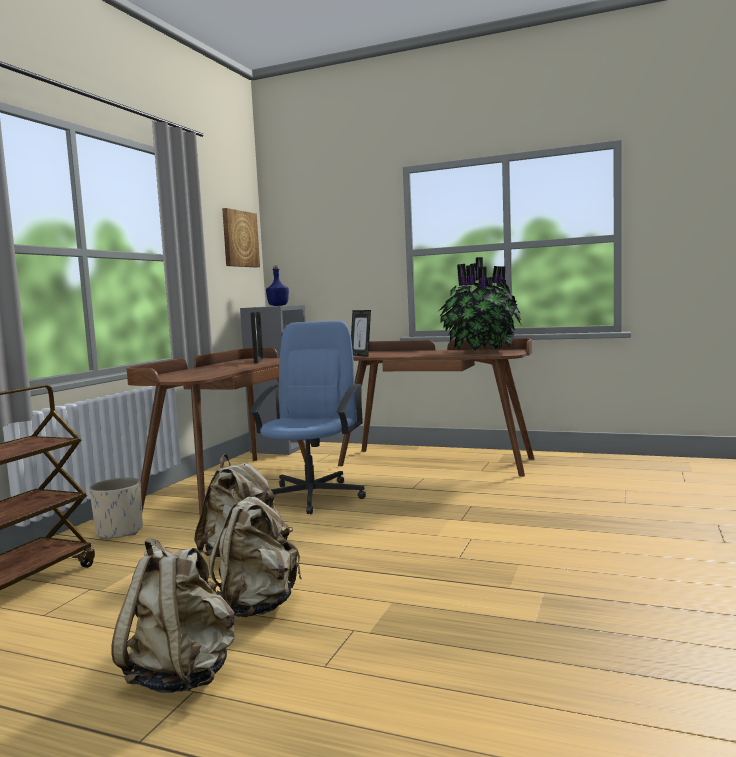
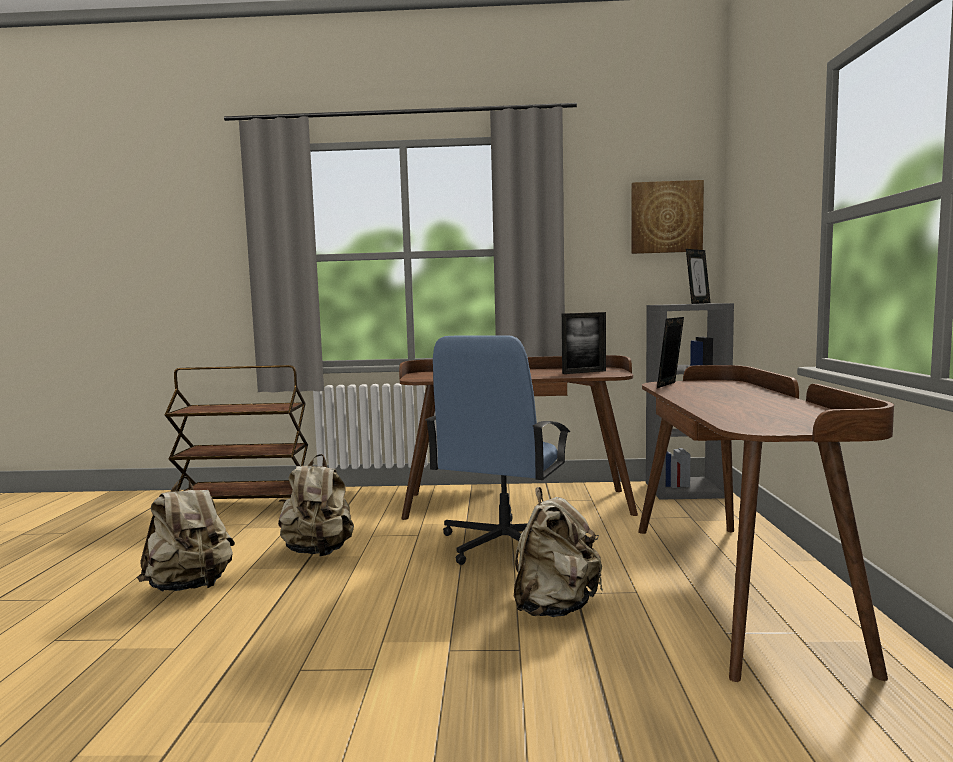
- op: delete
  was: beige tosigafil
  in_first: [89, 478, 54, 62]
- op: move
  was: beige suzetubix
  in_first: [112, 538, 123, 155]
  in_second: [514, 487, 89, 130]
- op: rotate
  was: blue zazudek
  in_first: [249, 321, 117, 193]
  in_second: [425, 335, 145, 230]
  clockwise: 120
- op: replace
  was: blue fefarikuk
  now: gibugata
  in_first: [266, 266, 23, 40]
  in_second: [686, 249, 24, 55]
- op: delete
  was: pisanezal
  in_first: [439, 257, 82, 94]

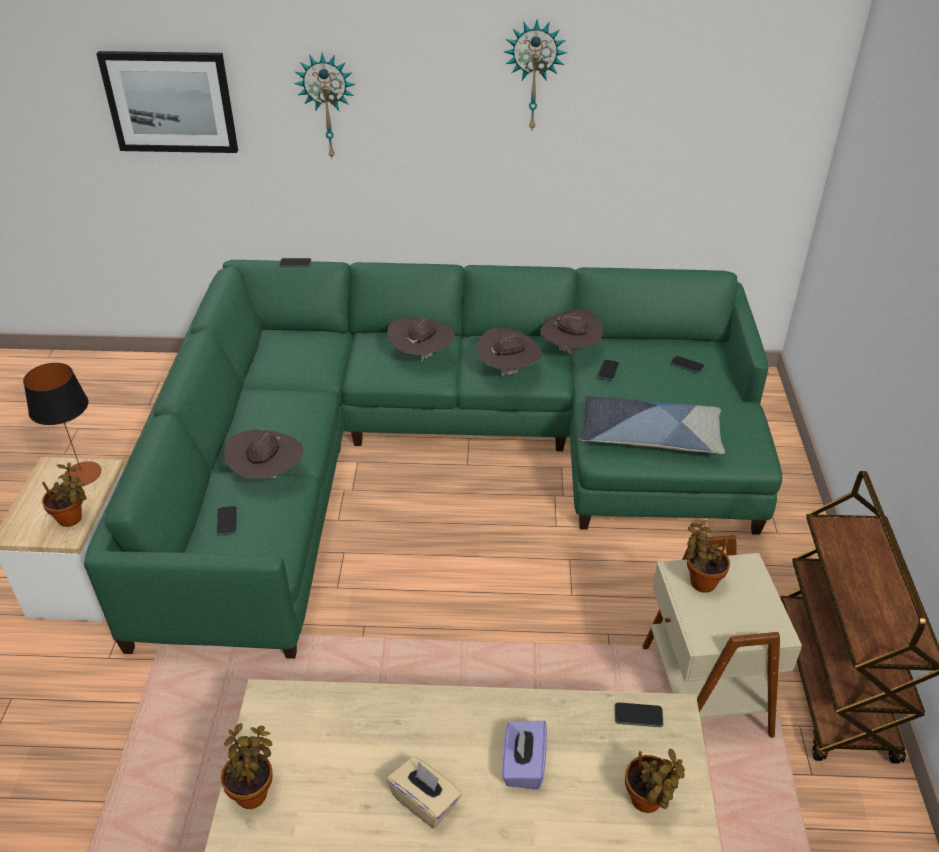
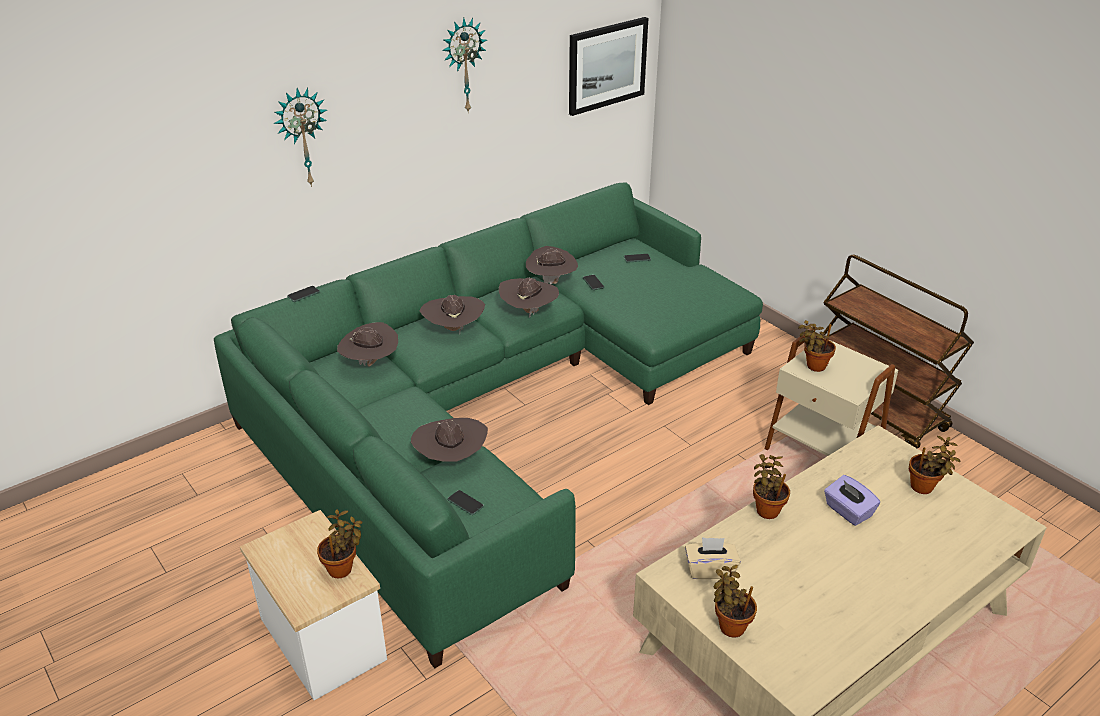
- op: delete
  was: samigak
  in_first: [23, 363, 79, 122]
- op: move
  was: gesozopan
  in_first: [96, 51, 142, 102]
  in_second: [569, 17, 79, 99]
- op: move
  was: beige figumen
  in_first: [387, 756, 75, 73]
  in_second: [685, 537, 56, 42]
- op: delete
  was: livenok
  in_first: [579, 396, 146, 58]
- op: delete
  was: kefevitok
  in_first: [615, 702, 48, 25]
- op: insert
  now: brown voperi
  in_second: [337, 322, 61, 45]
- op: insert
  now: pisanezal
  in_second: [753, 454, 37, 65]

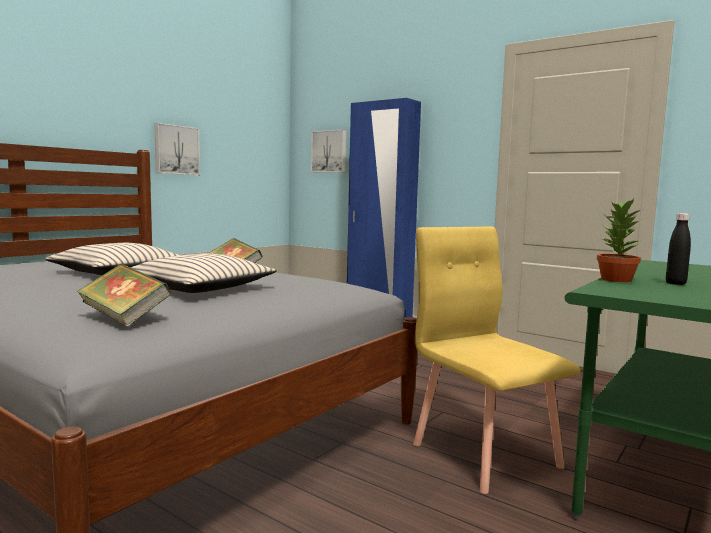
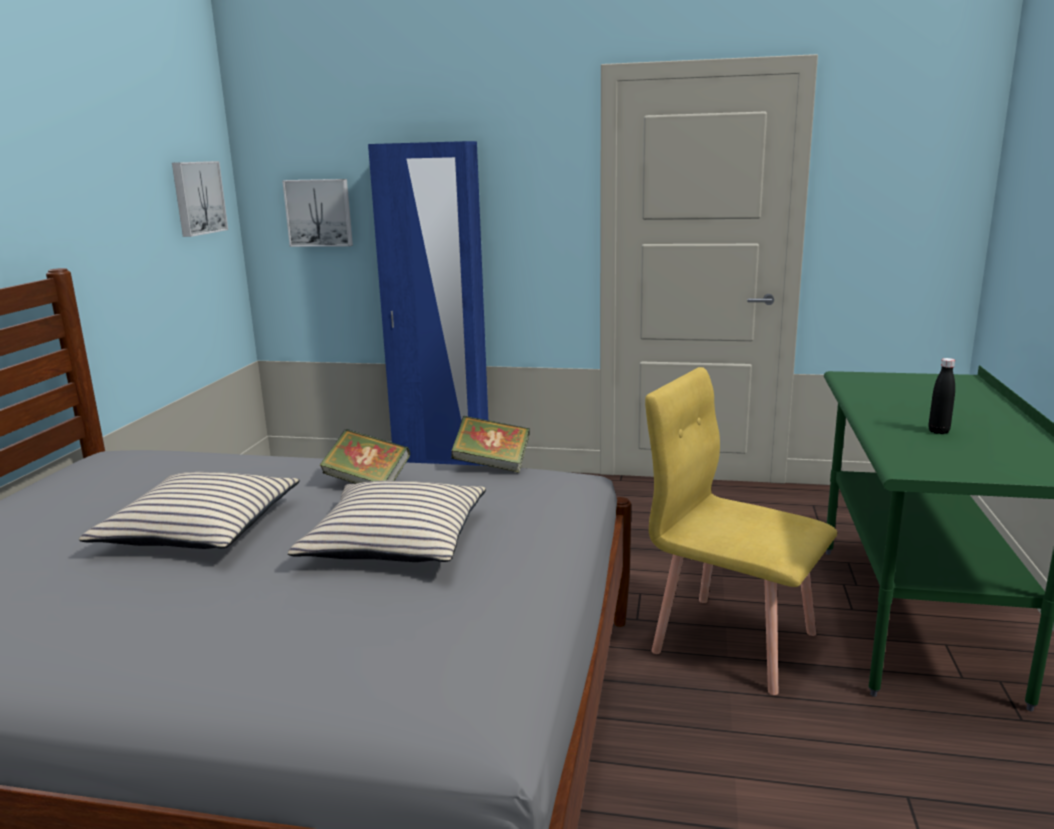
- op: move
  was: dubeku
  in_first: [77, 264, 94, 63]
  in_second: [451, 416, 79, 57]
- op: move
  was: gesozopan
  in_first: [154, 123, 46, 52]
  in_second: [172, 161, 56, 76]
- op: delete
  was: pisanezal
  in_first: [597, 198, 47, 84]

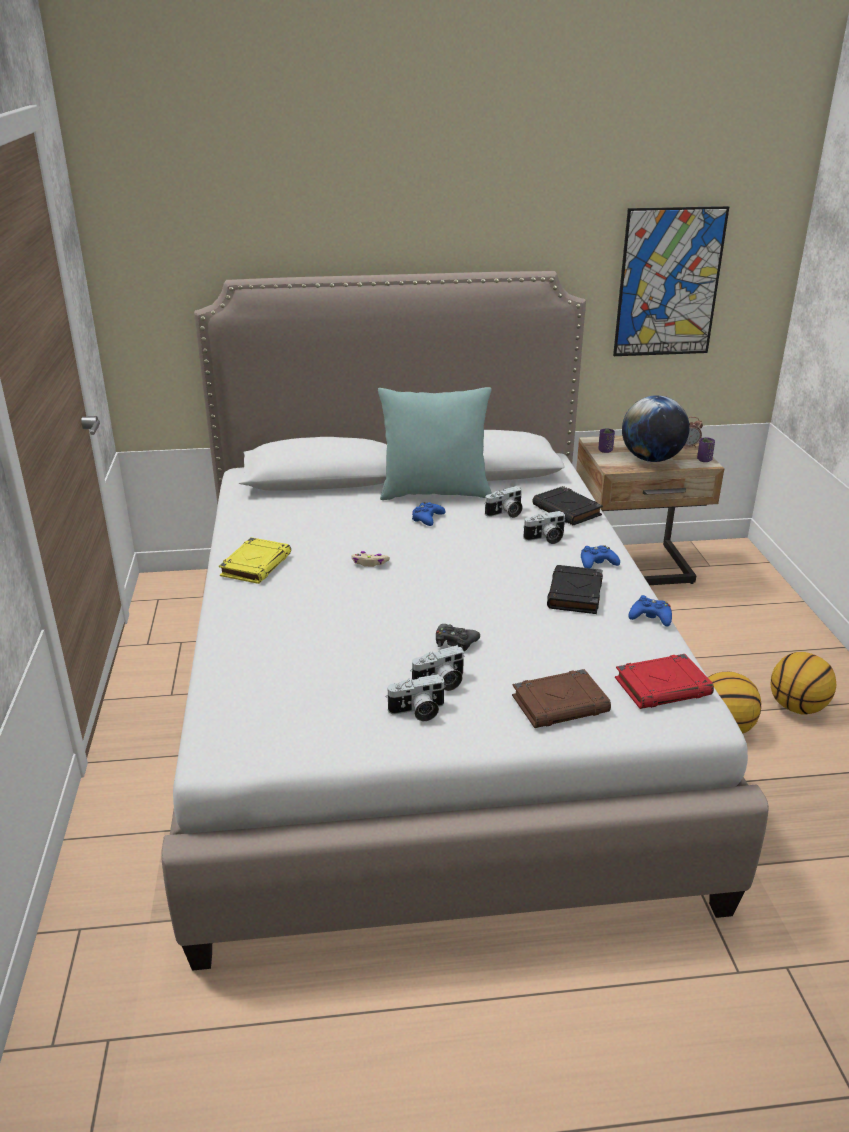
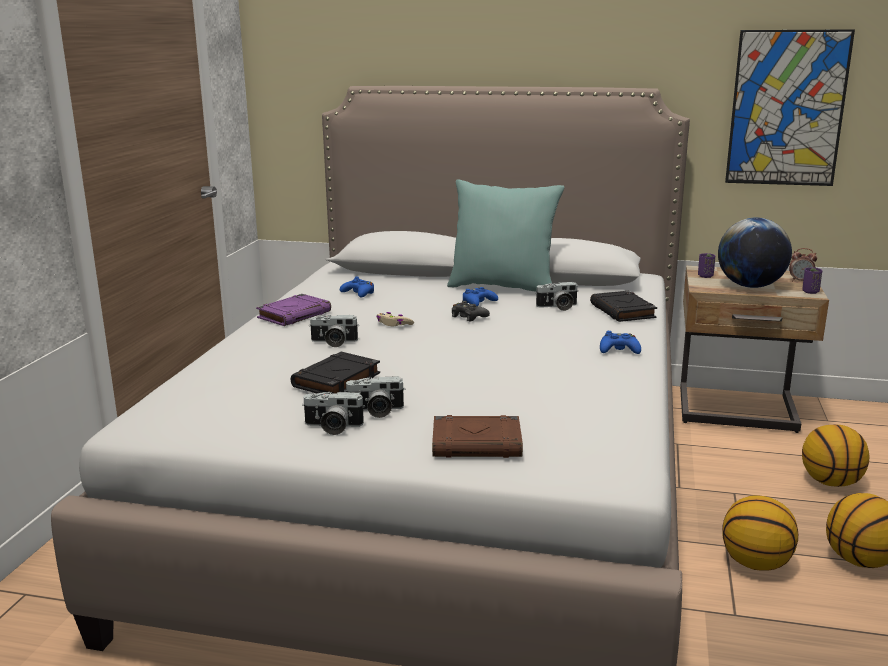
- op: recolor
  was: yellow dubeku
  now: purple dubeku
  in_first: [219, 537, 72, 47]
  in_second: [256, 294, 75, 32]
- op: move
  was: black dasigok
  in_first: [436, 624, 44, 27]
  in_second: [452, 301, 38, 21]
- op: move
  was: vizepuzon
  in_first: [523, 511, 42, 33]
  in_second: [310, 315, 49, 32]
- op: move
  was: black dubeku
  in_first: [547, 565, 56, 49]
  in_second: [291, 352, 89, 42]
- op: delete
  was: red dubeku
  in_first: [615, 654, 99, 55]
- op: move
  was: blue dasigok
  in_first: [629, 595, 43, 32]
  in_second: [340, 277, 34, 21]
- op: insert
  now: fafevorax
  in_second: [802, 425, 68, 62]

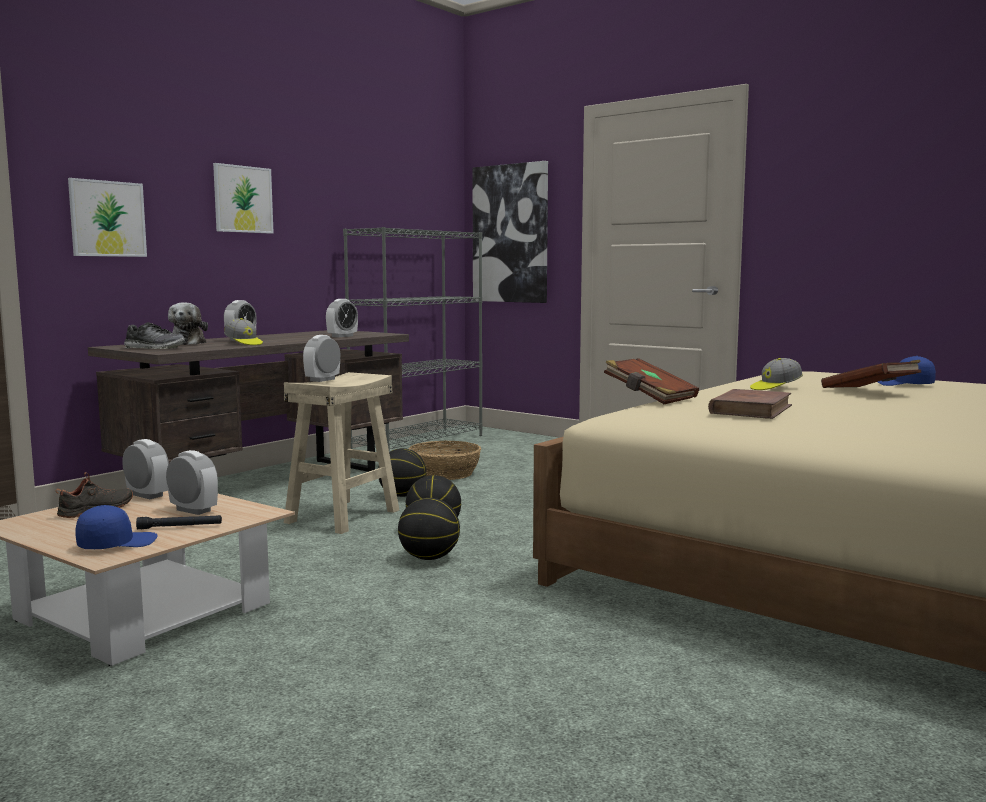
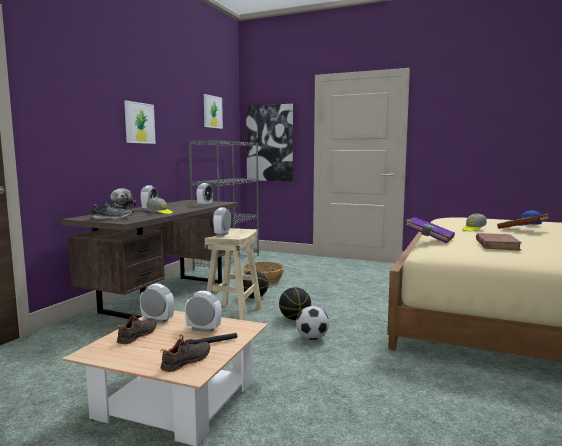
- op: move
  was: gesozopan
  in_first: [68, 178, 79, 79]
  in_second: [204, 94, 19, 35]
- op: replace
  was: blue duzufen
  now: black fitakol
  in_first: [75, 505, 83, 44]
  in_second: [161, 334, 49, 38]
- op: replace
  was: fafevorax
  now: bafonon
  in_first: [398, 498, 62, 62]
  in_second: [296, 306, 33, 34]
- op: recolor
  was: brown dubeku
  now: purple dubeku
  in_first: [604, 358, 95, 46]
  in_second: [405, 217, 50, 26]

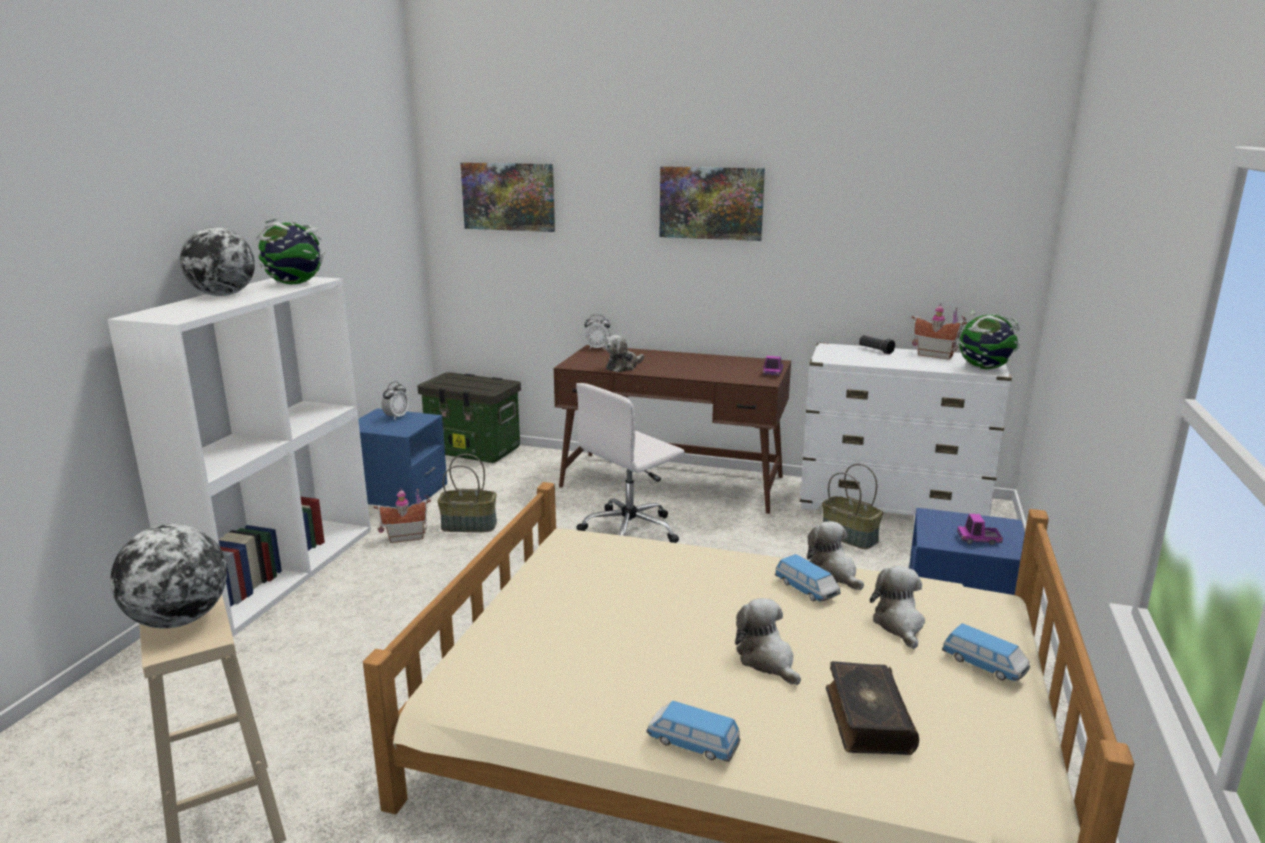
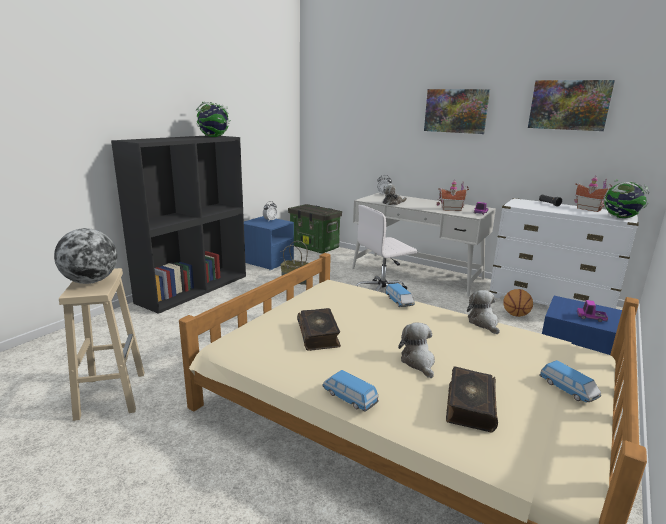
- op: recolor
  was: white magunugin
  now: black magunugin
  in_first: [107, 277, 264, 359]
  in_second: [111, 136, 135, 178]
- op: delete
  was: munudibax
  in_first: [180, 227, 75, 69]
- op: move
  was: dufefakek
  in_first: [374, 489, 57, 54]
  in_second: [437, 179, 32, 32]
- op: move
  was: gesozopan
  in_first: [460, 163, 95, 69]
  in_second: [528, 80, 87, 51]
- op: recolor
  was: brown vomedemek
  now: white vomedemek
  in_first: [554, 345, 237, 169]
  in_second: [352, 193, 144, 104]
- op: move
  was: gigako
  in_first: [775, 554, 66, 48]
  in_second: [385, 283, 30, 24]
- op: replace
  was: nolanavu
  now: fafevorax
  in_first: [822, 464, 61, 85]
  in_second: [503, 289, 30, 28]
- op: delete
  was: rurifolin
  in_first: [870, 566, 55, 83]
- op: insert
  now: dubeku
  in_second: [297, 308, 44, 43]

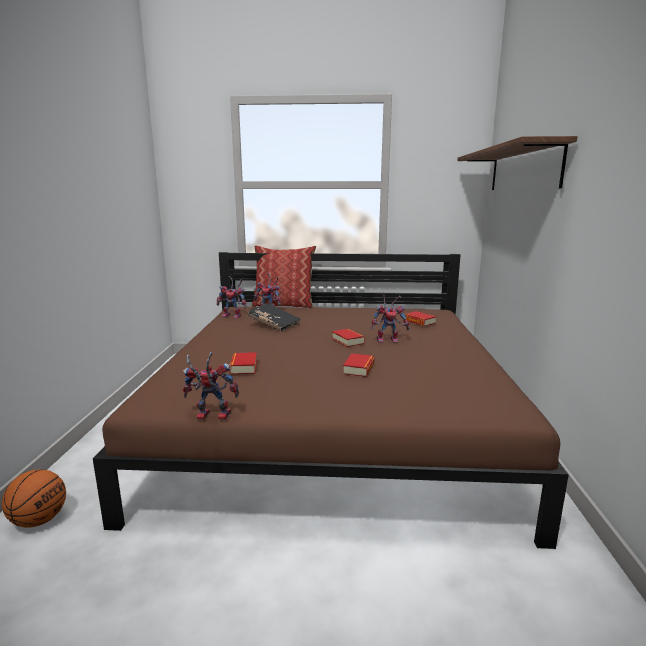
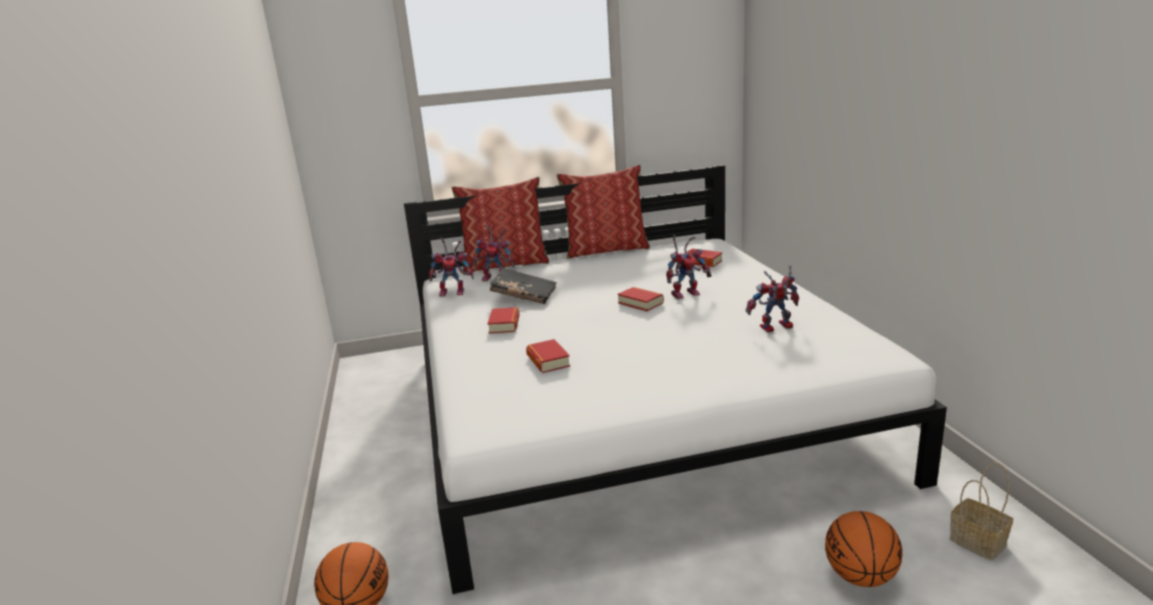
- op: recolor
  was: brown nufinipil
  now: white nufinipil
  in_first: [93, 252, 476, 297]
  in_second: [404, 165, 543, 429]
- op: move
  was: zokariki
  in_first: [183, 352, 56, 68]
  in_second: [746, 265, 53, 67]
- op: move
  was: dubeku
  in_first: [343, 354, 32, 23]
  in_second: [487, 307, 33, 27]
- op: delete
  was: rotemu
  in_first: [457, 136, 120, 54]
- op: insert
  now: livenok
  in_second: [556, 165, 94, 94]
- op: insert
  now: fafevorax
  in_second: [825, 511, 78, 76]
- op: insert
  now: nolanavu
  in_second: [950, 462, 63, 98]

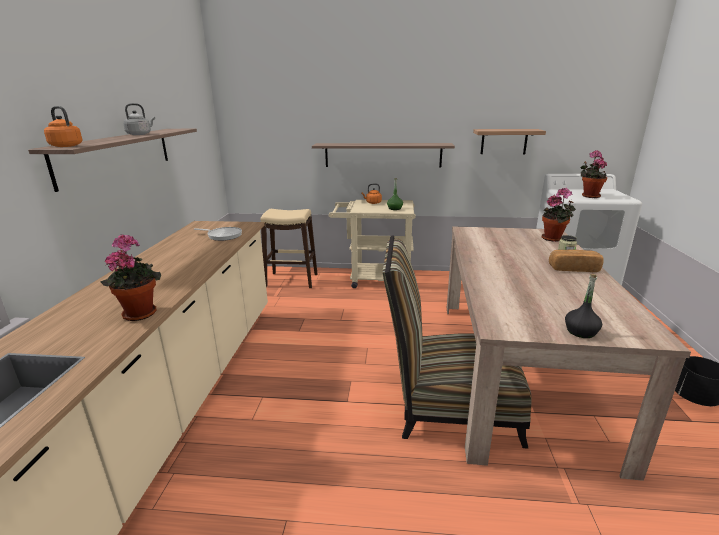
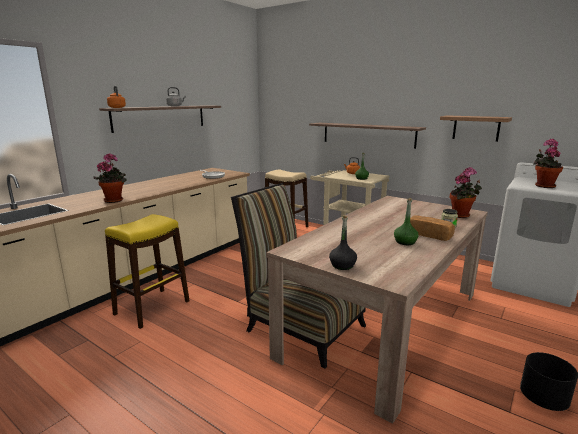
- op: insert
  now: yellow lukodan
  in_second: [105, 214, 85, 115]
- op: insert
  now: green fefarikuk
  in_second: [394, 198, 25, 47]

